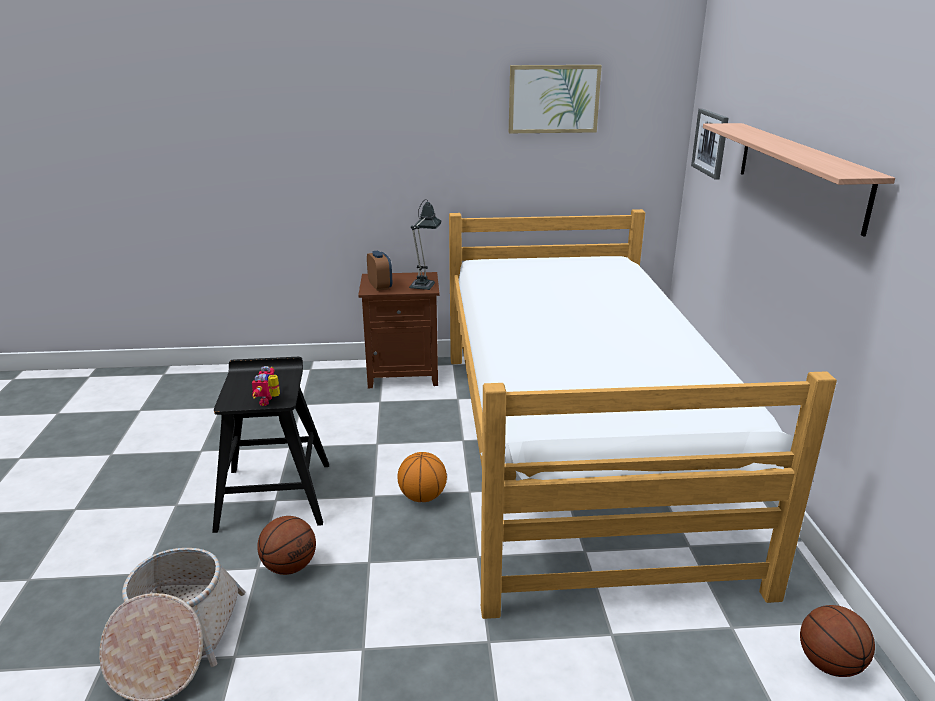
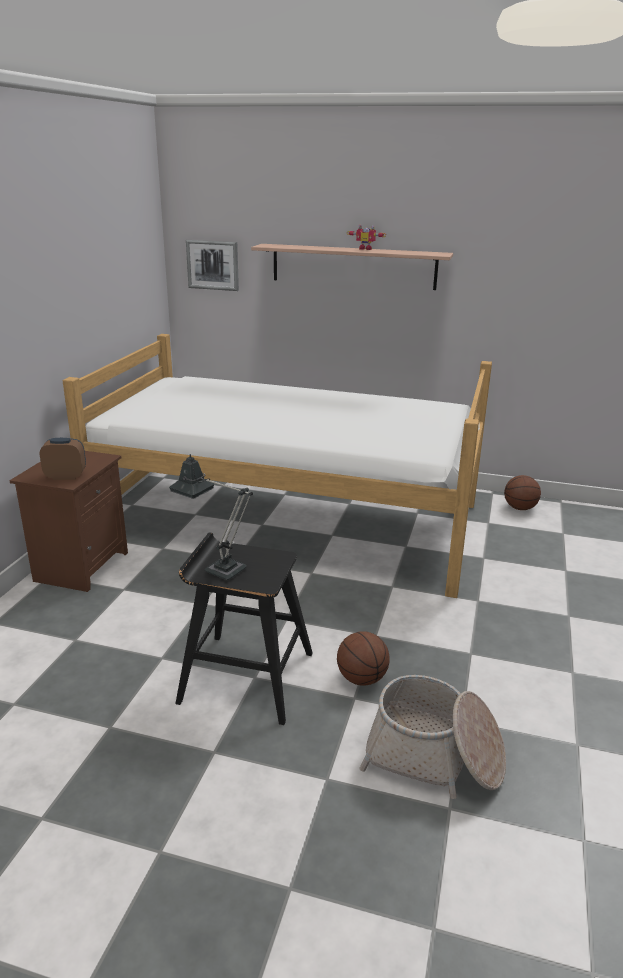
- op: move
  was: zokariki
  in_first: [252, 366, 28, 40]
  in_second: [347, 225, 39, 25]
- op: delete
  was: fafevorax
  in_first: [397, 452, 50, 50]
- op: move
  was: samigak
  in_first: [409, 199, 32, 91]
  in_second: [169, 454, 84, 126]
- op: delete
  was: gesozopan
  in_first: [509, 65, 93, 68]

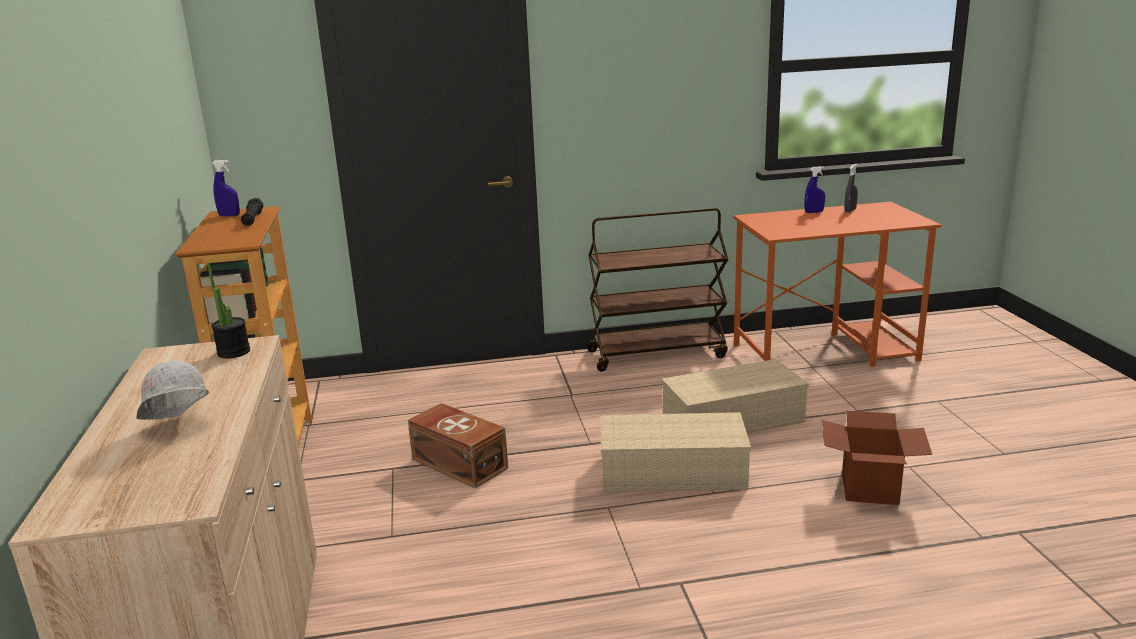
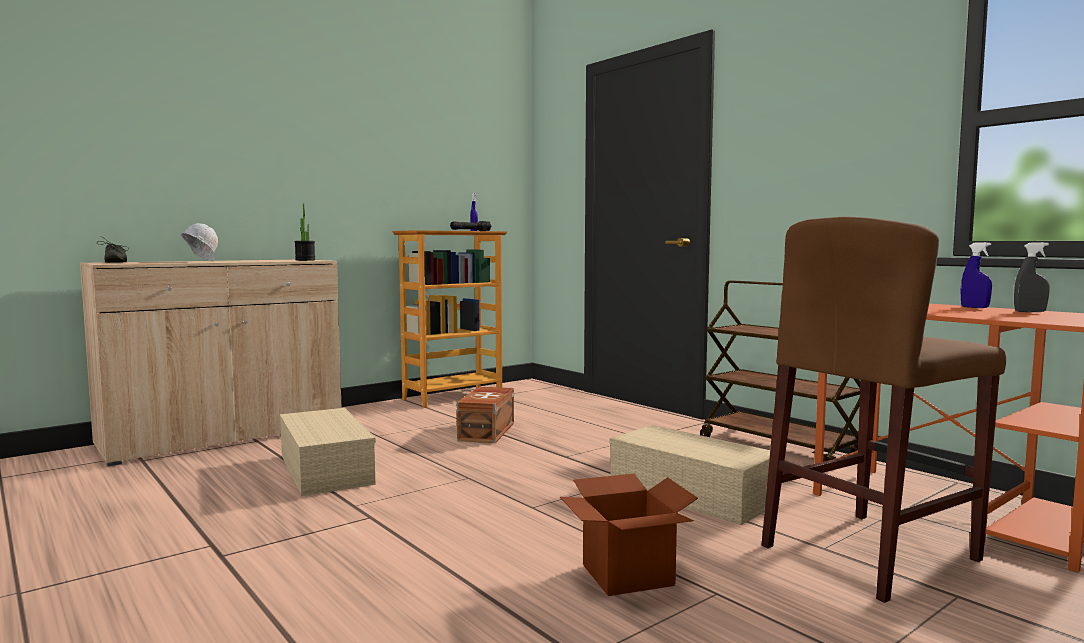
- op: move
  was: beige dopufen
  in_first: [601, 412, 150, 80]
  in_second: [280, 408, 96, 88]
- op: insert
  now: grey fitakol
  in_second: [97, 236, 32, 27]
- op: insert
  now: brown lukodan
  in_second: [762, 217, 244, 386]

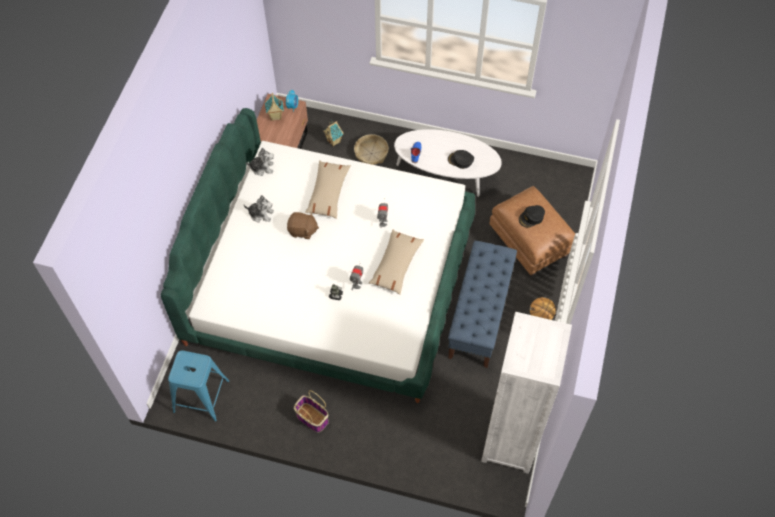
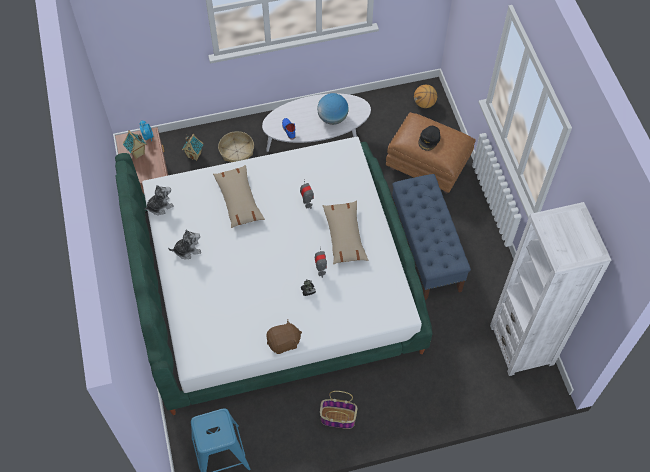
- op: move
  was: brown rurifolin
  in_first: [287, 212, 32, 27]
  in_second: [266, 320, 36, 34]
- op: replace
  was: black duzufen
  now: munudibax
  in_first: [448, 150, 26, 19]
  in_second: [317, 93, 32, 32]
- op: move
  was: fafevorax
  in_first: [530, 297, 26, 23]
  in_second: [414, 85, 23, 23]

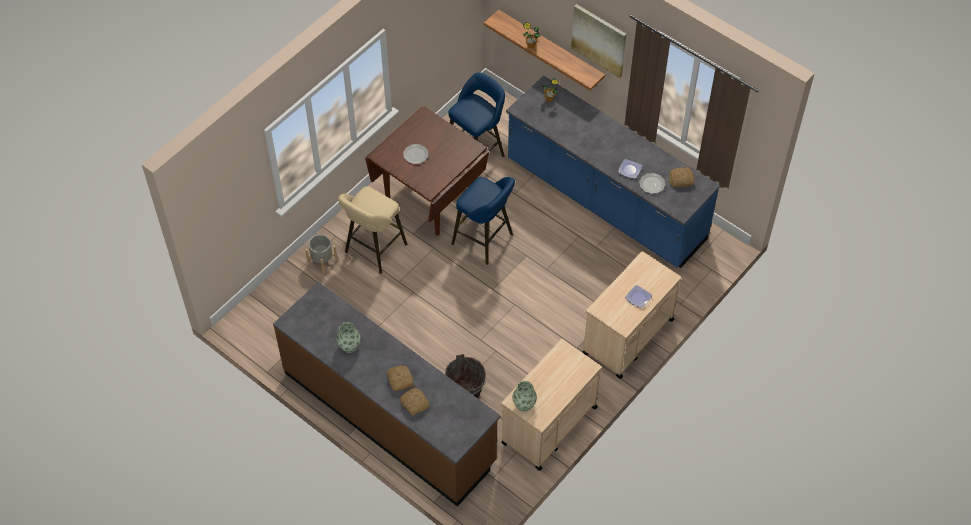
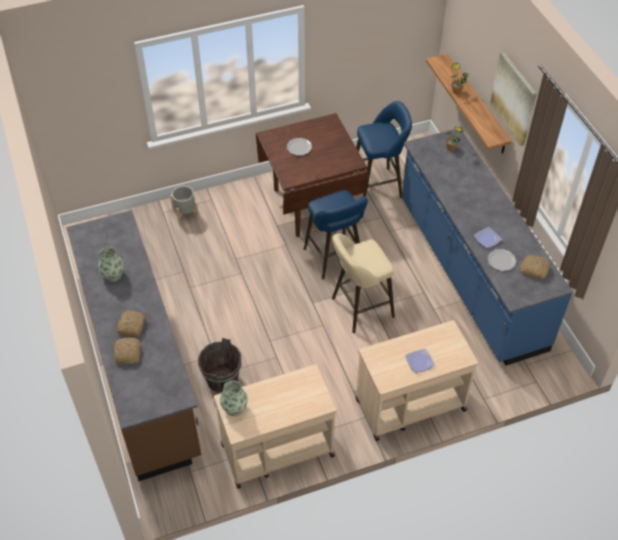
- op: move
  was: beige lukodan
  in_first: [338, 186, 69, 88]
  in_second: [332, 234, 63, 99]

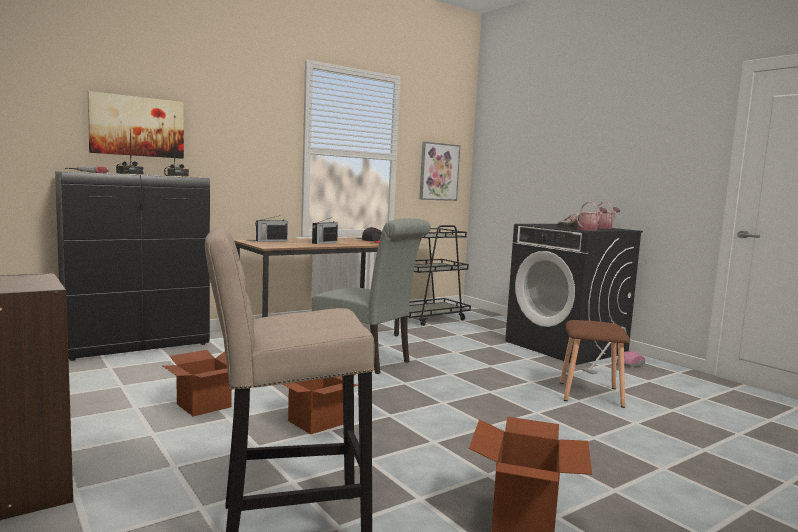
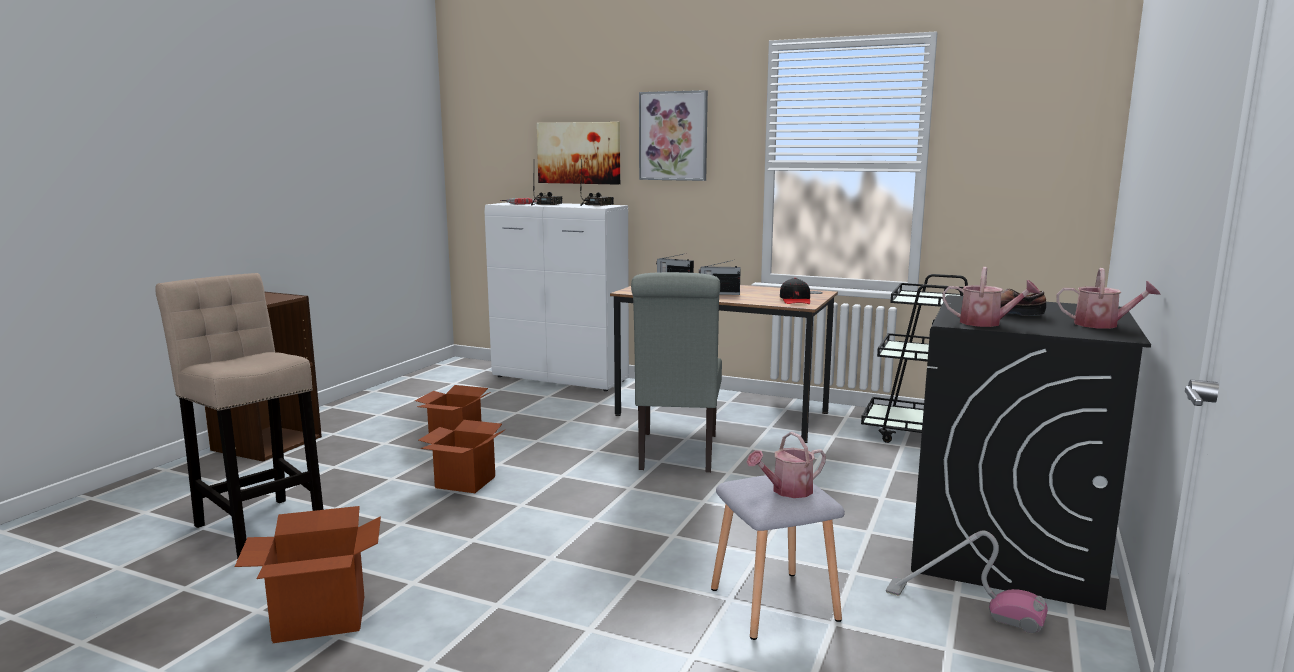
- op: recolor
  was: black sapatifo
  now: white sapatifo
  in_first: [55, 171, 155, 190]
  in_second: [485, 202, 144, 189]
- op: move
  was: gesozopan
  in_first: [419, 142, 41, 59]
  in_second: [639, 90, 69, 91]
- op: recolor
  was: brown lukodan
  now: grey lukodan
  in_first: [560, 320, 70, 88]
  in_second: [711, 475, 134, 165]
- op: insert
  now: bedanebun
  in_second: [747, 432, 79, 66]

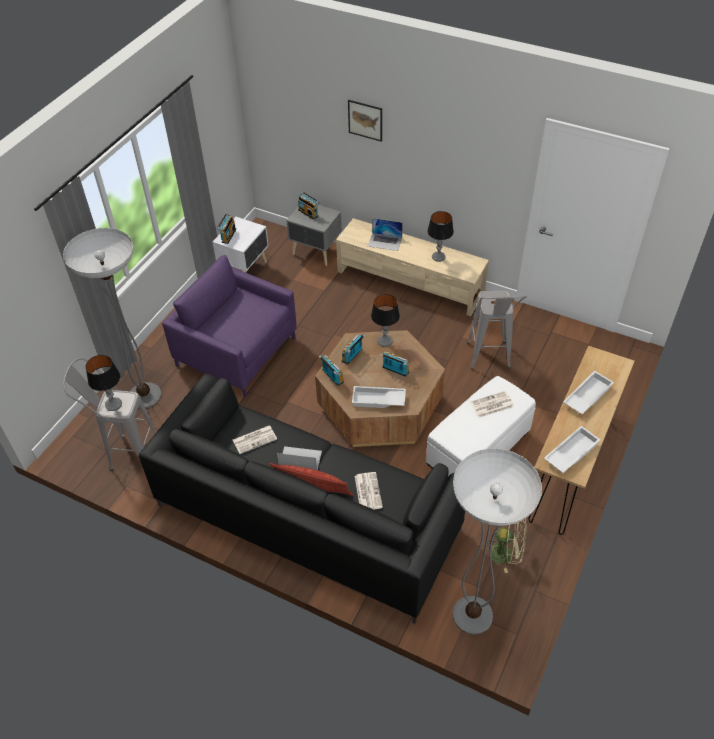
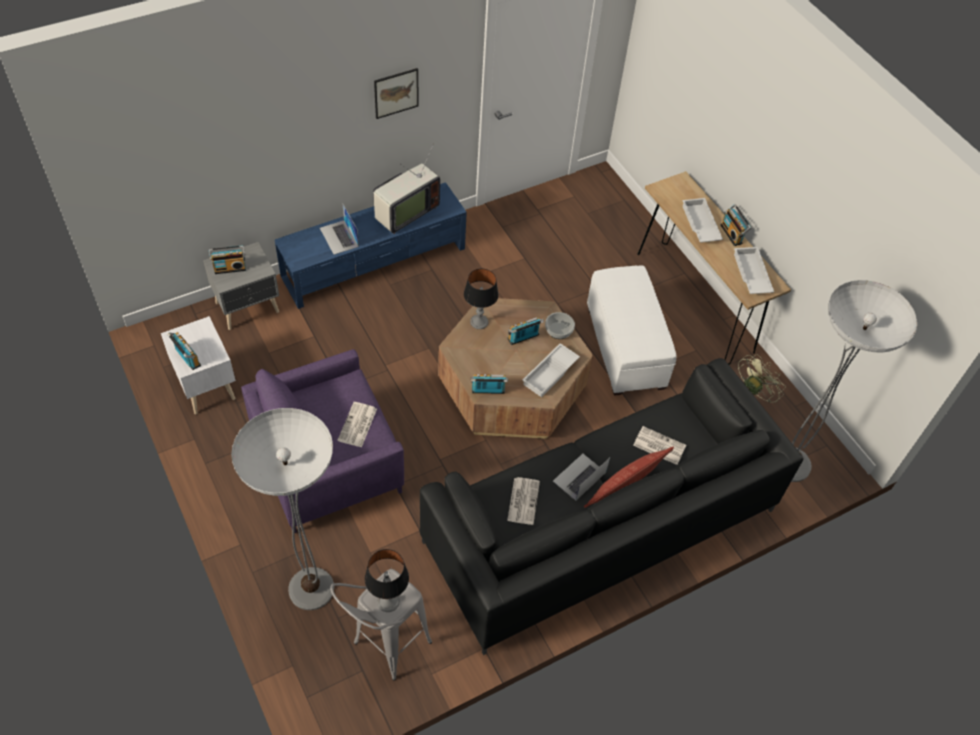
- op: recolor
  was: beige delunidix
  now: blue delunidix
  in_first: [336, 218, 153, 98]
  in_second: [275, 182, 192, 127]
- op: move
  was: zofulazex
  in_first: [342, 334, 23, 31]
  in_second: [721, 204, 31, 42]
- op: move
  was: gesozopan
  in_first: [348, 100, 34, 42]
  in_second: [374, 68, 44, 51]
- op: rotate
  was: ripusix
  in_first: [368, 218, 35, 33]
  in_second: [320, 204, 39, 51]
  clockwise: 105
- op: replace
  was: samigak
  now: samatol
  in_first: [427, 211, 27, 51]
  in_second: [373, 143, 67, 91]
- op: delete
  was: grey lukodan
  in_first: [467, 290, 60, 79]
- op: move
  was: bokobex
  in_first: [471, 391, 43, 27]
  in_second: [337, 402, 40, 45]
- op: insert
  now: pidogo
  in_second: [545, 312, 30, 27]

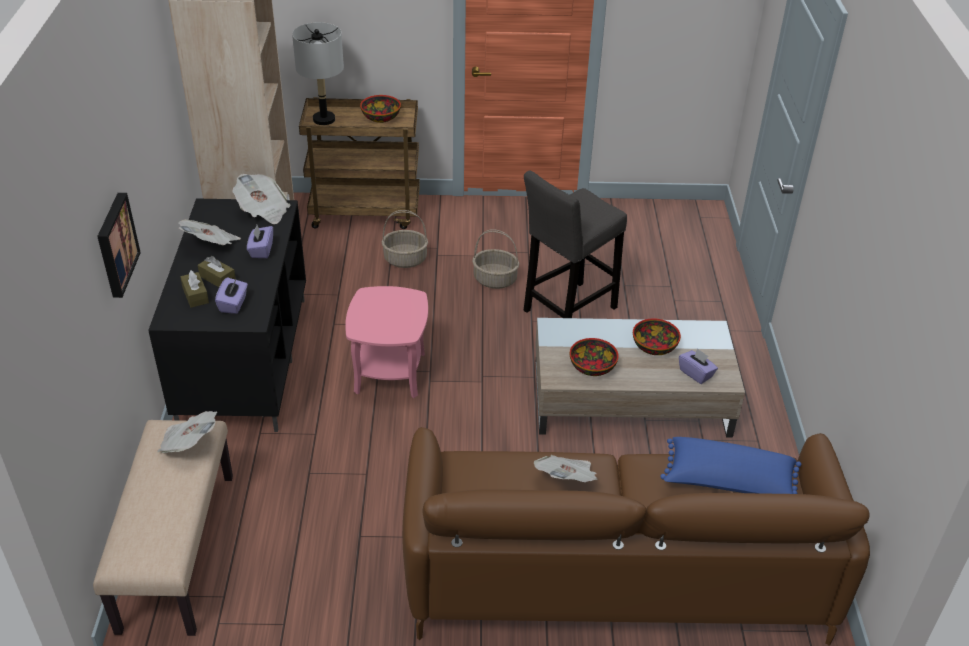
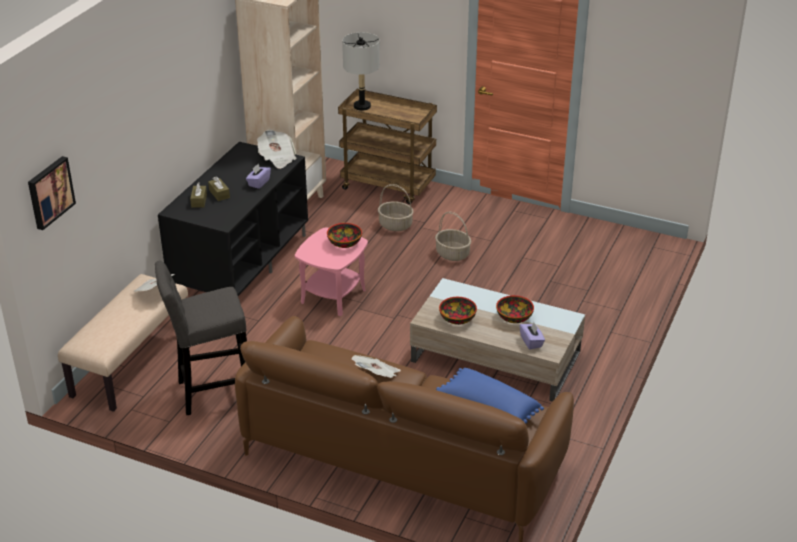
- op: move
  was: gesozopan
  in_first: [97, 193, 44, 105]
  in_second: [28, 156, 48, 74]
- op: delete
  was: bokobex
  in_first: [178, 219, 63, 26]
- op: delete
  was: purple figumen
  in_first: [215, 277, 33, 37]
- op: move
  was: pidogo
  in_first: [360, 95, 41, 28]
  in_second: [327, 223, 35, 25]
- op: move
  was: grey lukodan
  in_first: [524, 171, 103, 147]
  in_second: [155, 261, 92, 154]

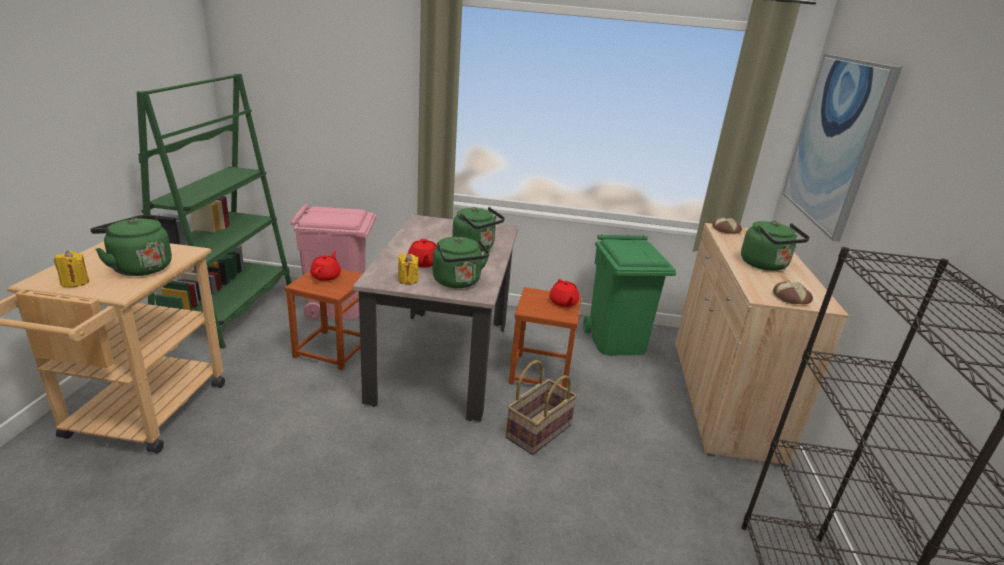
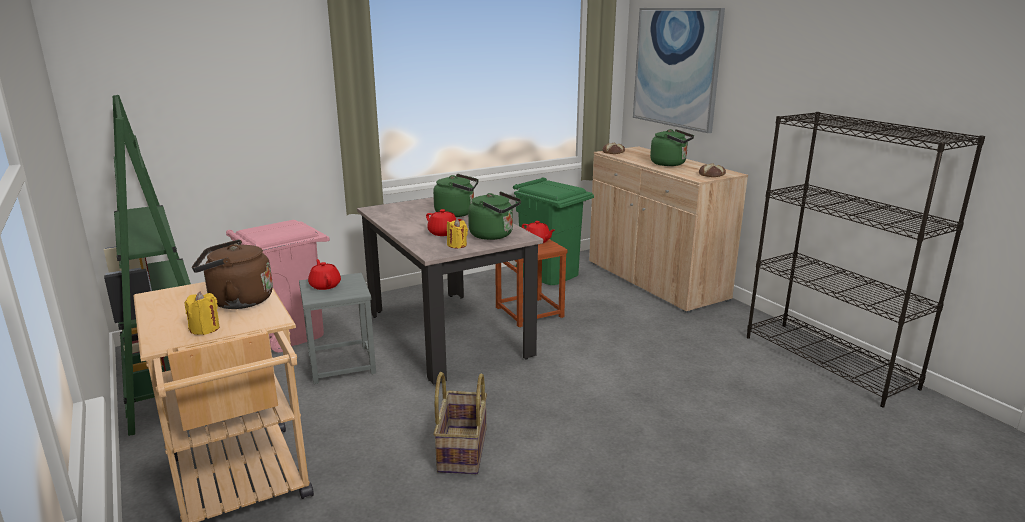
- op: recolor
  was: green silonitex
  now: brown silonitex
  in_first: [90, 215, 82, 61]
  in_second: [192, 240, 81, 69]
- op: recolor
  was: brown lukodan
  now: grey lukodan
  in_first: [284, 269, 78, 101]
  in_second: [299, 273, 77, 111]
- op: move
  was: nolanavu
  in_first: [506, 360, 71, 95]
  in_second: [433, 372, 54, 102]

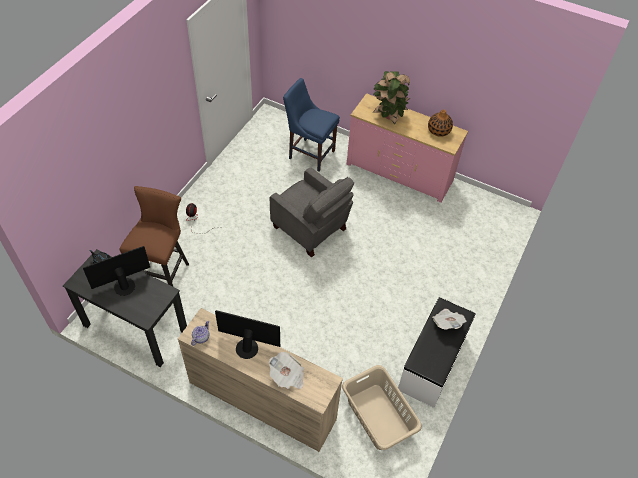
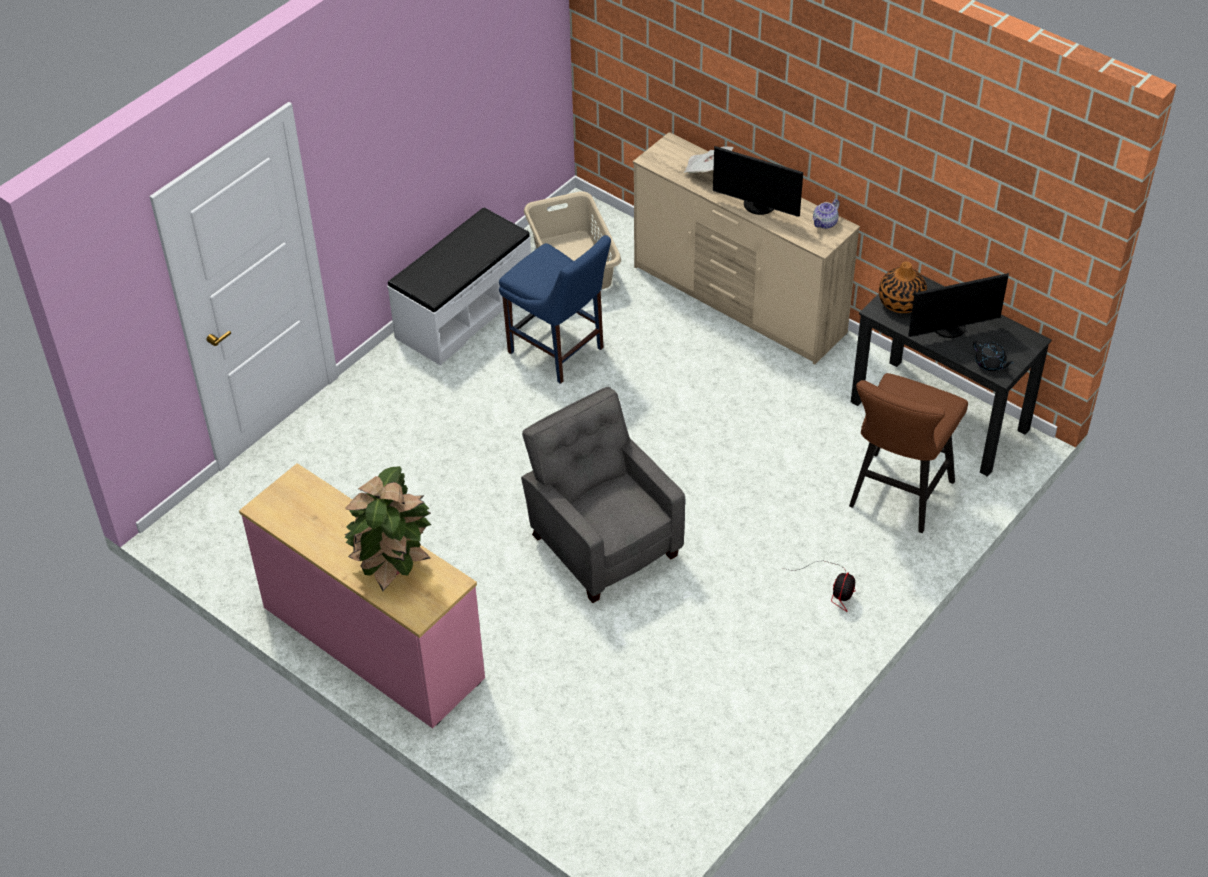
- op: move
  was: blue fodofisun
  in_first: [283, 78, 57, 94]
  in_second: [499, 235, 112, 149]
- op: move
  was: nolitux
  in_first: [428, 110, 25, 27]
  in_second: [879, 261, 48, 52]
- op: delete
  was: bokobex
  in_first: [432, 309, 34, 21]

